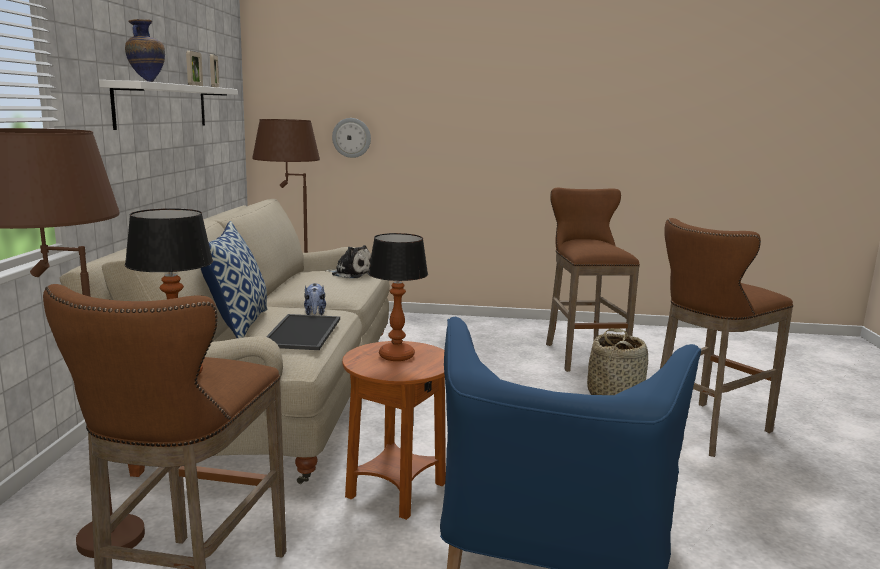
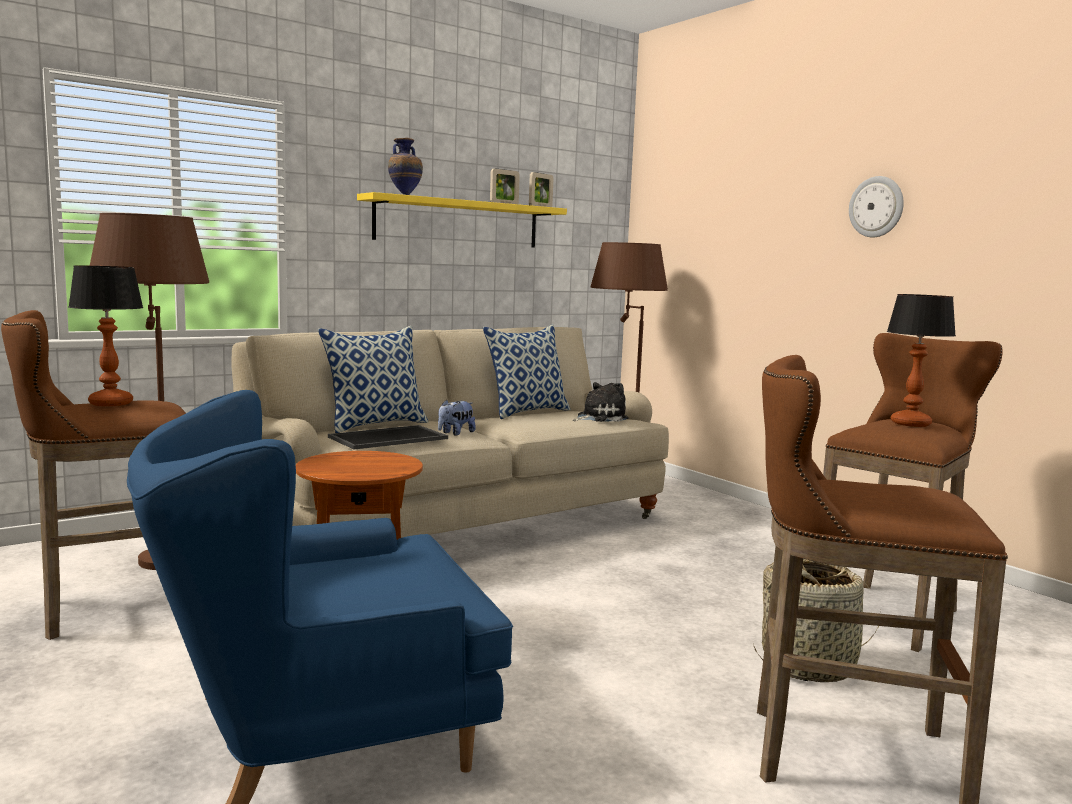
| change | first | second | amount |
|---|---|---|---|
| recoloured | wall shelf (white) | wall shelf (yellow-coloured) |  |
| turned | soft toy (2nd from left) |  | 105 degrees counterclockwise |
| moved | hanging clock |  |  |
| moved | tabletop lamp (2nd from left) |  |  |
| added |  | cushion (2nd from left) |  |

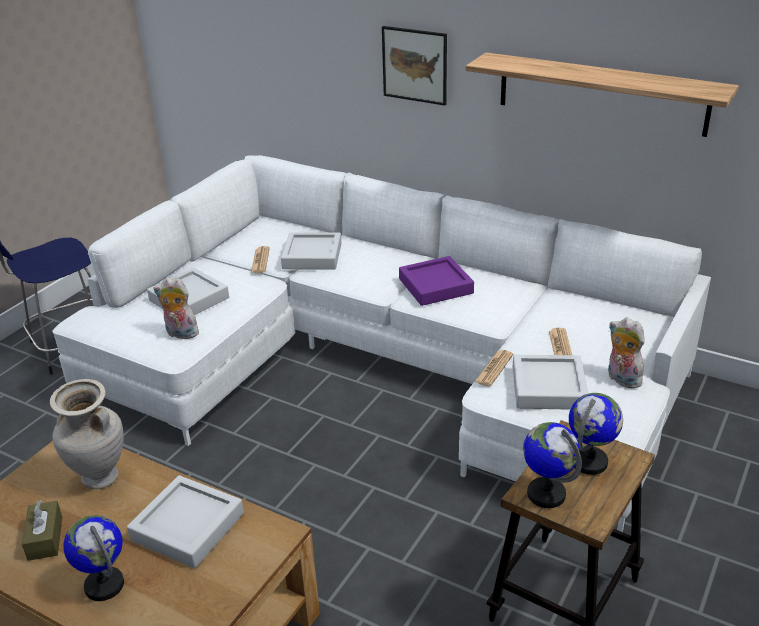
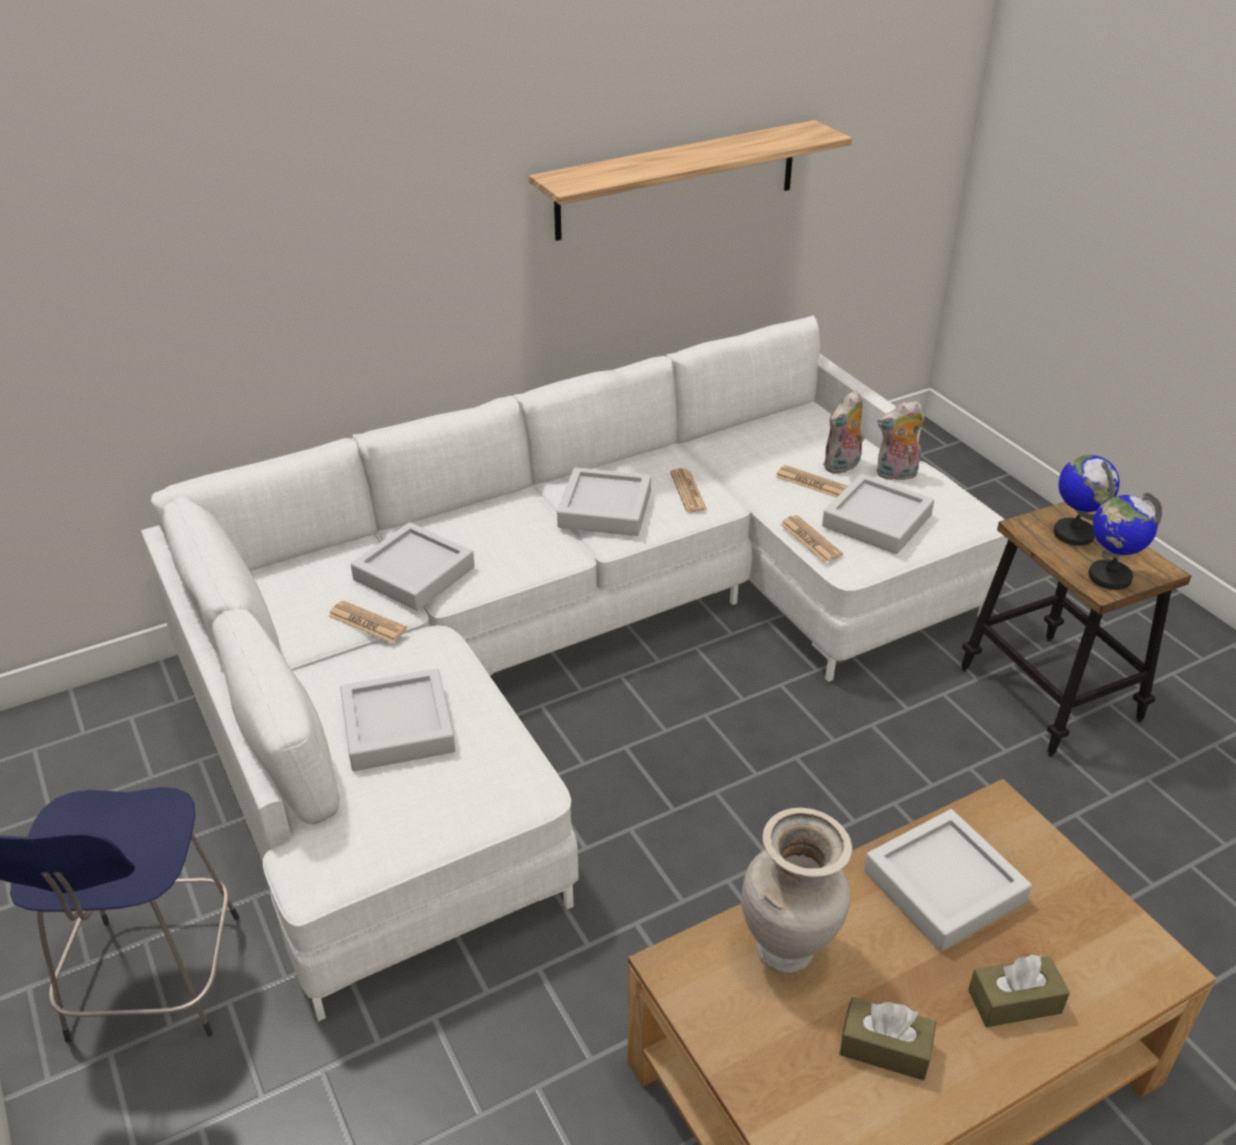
| change | first | second | amount |
|---|---|---|---|
| replaced | world globe (1st from left) | tissue box (brownish) (2nd from left) |  |
| moved | soft toy (1st from left) |  |  |
| removed | picture |  |  |
| recoloured | carrying tray (purple) | carrying tray (greyish) (3rd from left) |  |
| added |  | newspaper (2nd from left) |  |

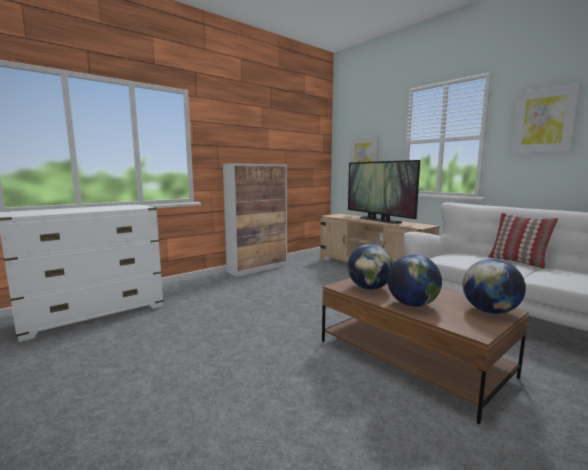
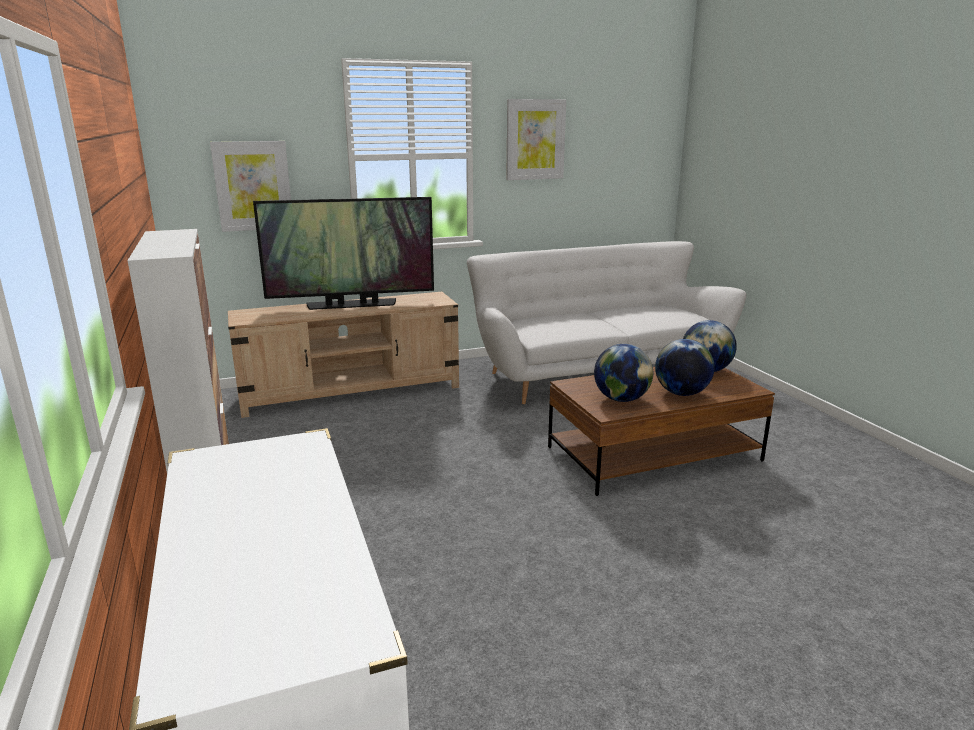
| change | first | second | amount |
|---|---|---|---|
| removed | cushion |  |  |

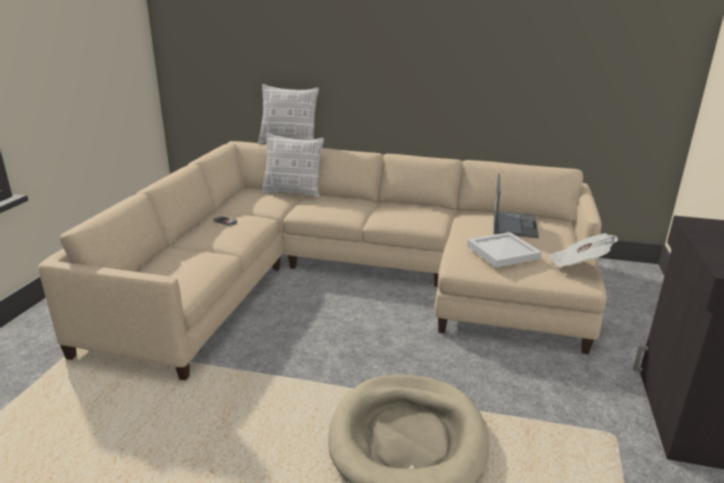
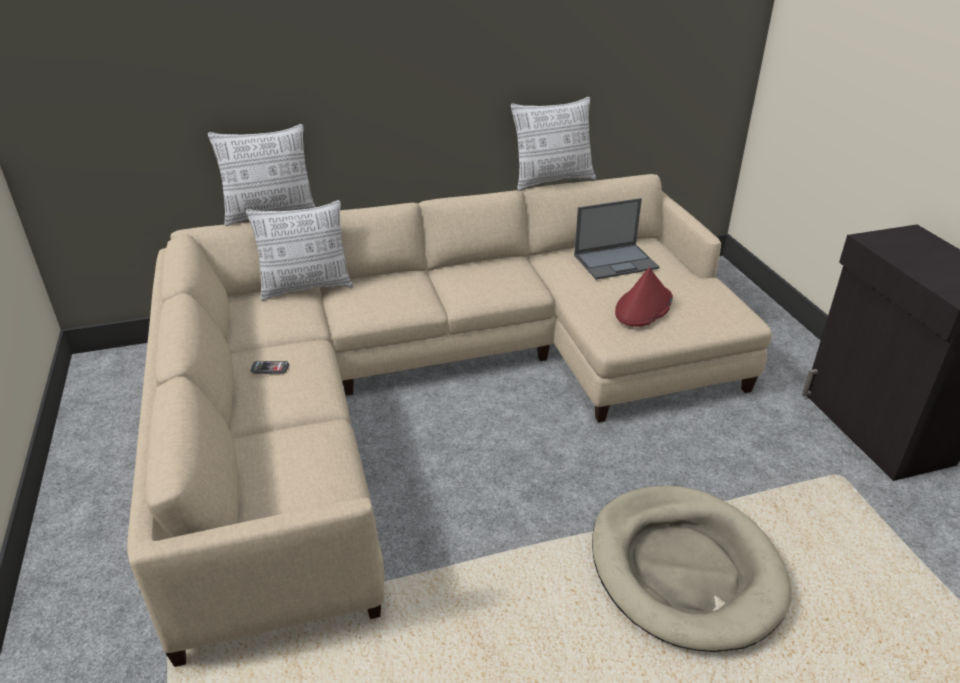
| change | first | second | amount |
|---|---|---|---|
| replaced | carrying tray (white) | wearable hat (reddish) |  |
| turned | portable computer |  | 90 degrees clockwise |
| removed | newspaper |  |  |
| added |  | cushion (3rd from left) |  |

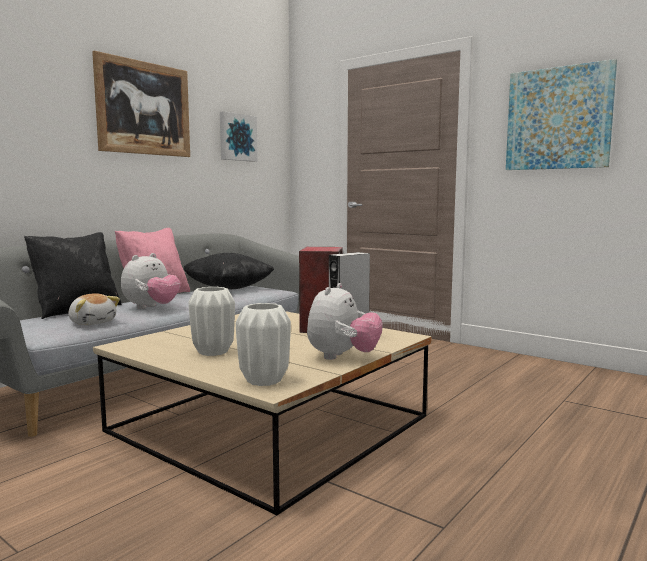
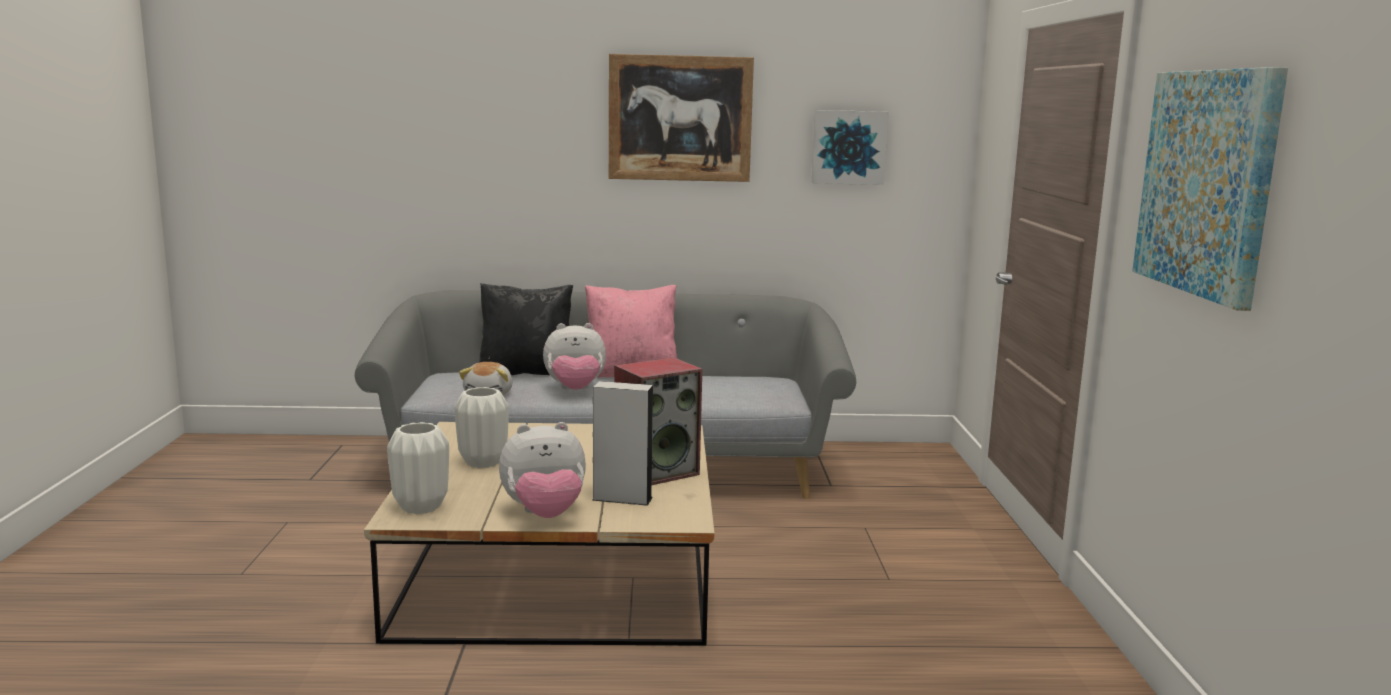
| change | first | second | amount |
|---|---|---|---|
| removed | cushion (blackish) (2nd from left) |  |  |

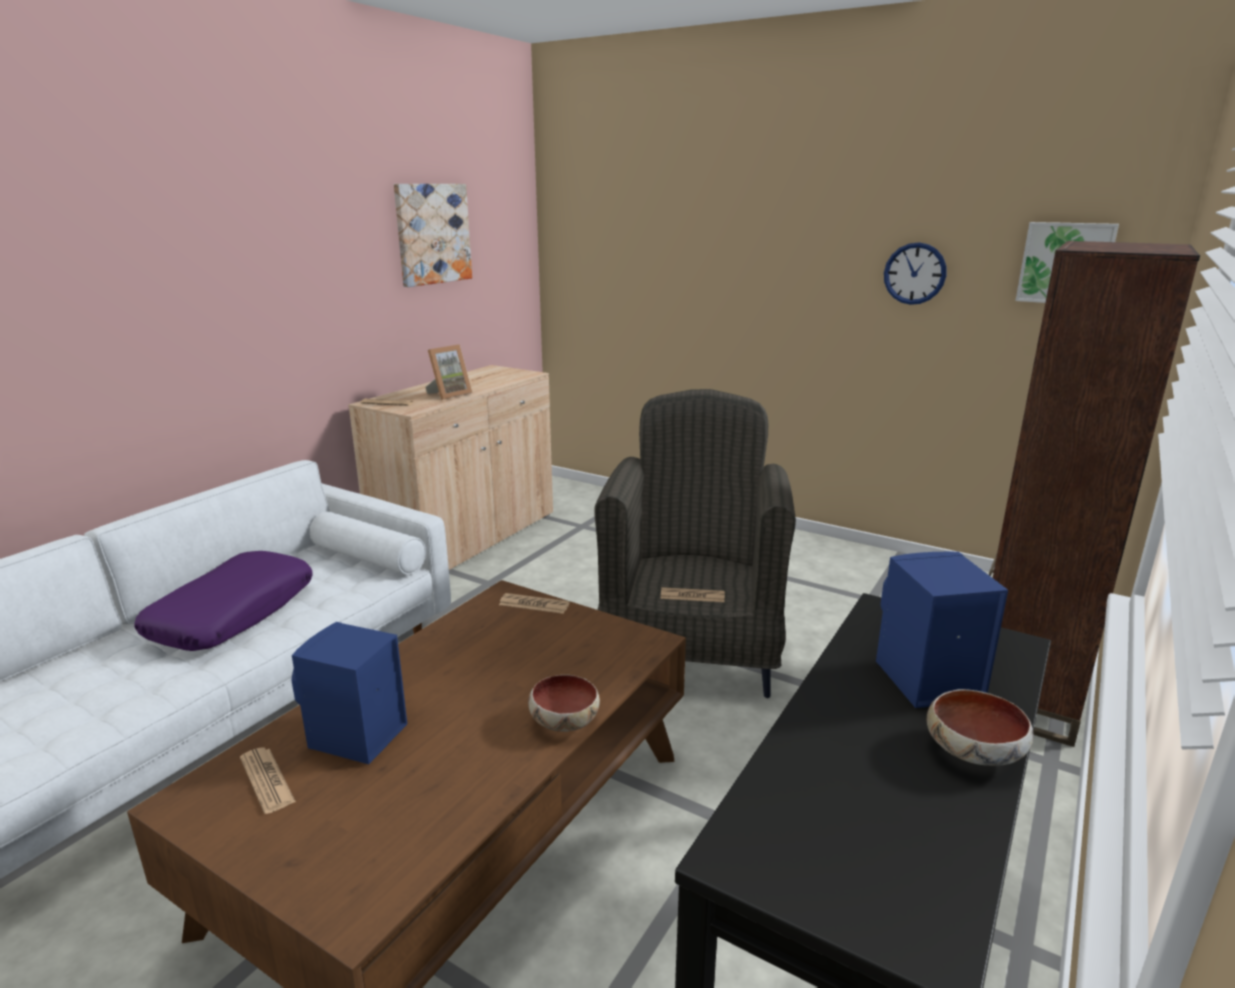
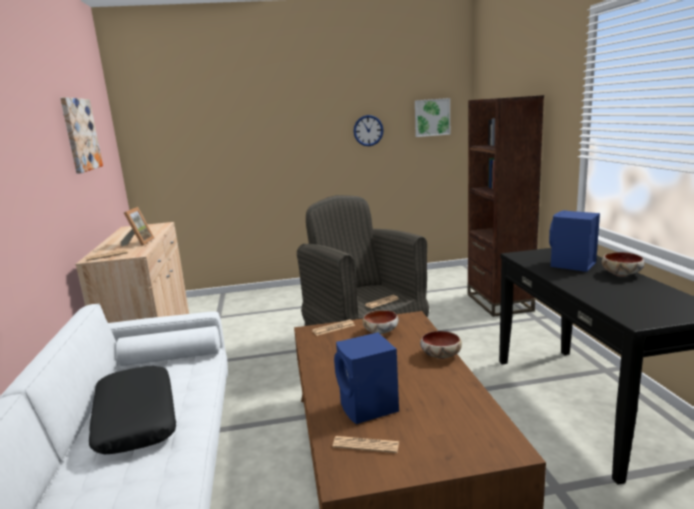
| change | first | second | amount |
|---|---|---|---|
| recoloured | cushion (purple) | cushion (blackish) |  |
| added |  | bowl (1st from left) |  |

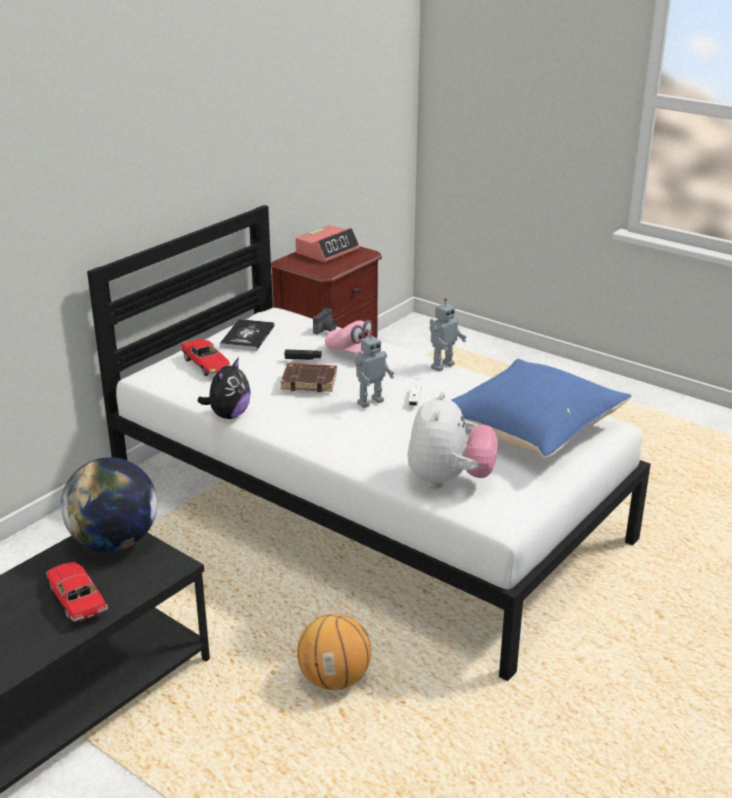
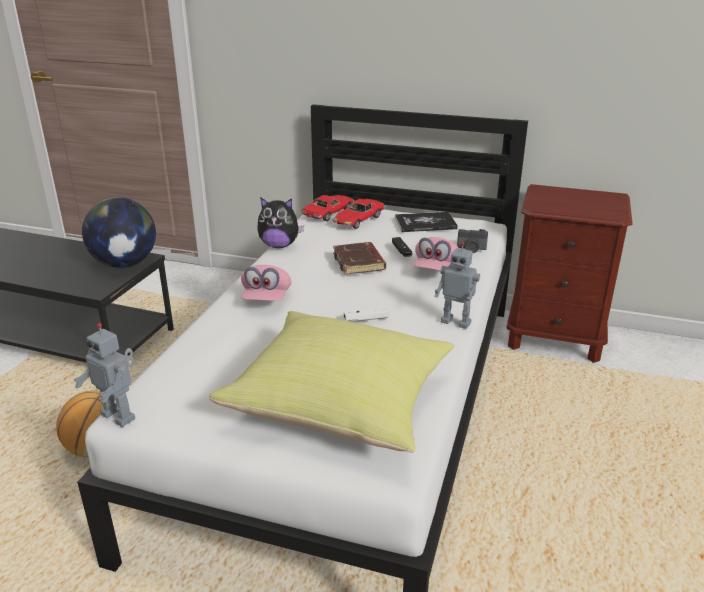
| change | first | second | amount |
|---|---|---|---|
| moved | model car (1st from left) |  |  |
| removed | bedside clock |  |  |
| moved | model robot (1st from left) |  |  |
| removed | soft toy (2nd from left) |  |  |
| recoloured | cushion (bluish) | cushion (yellow-coloured) |  |
| added |  | baseball cap (pinkish) (1st from left) |  |

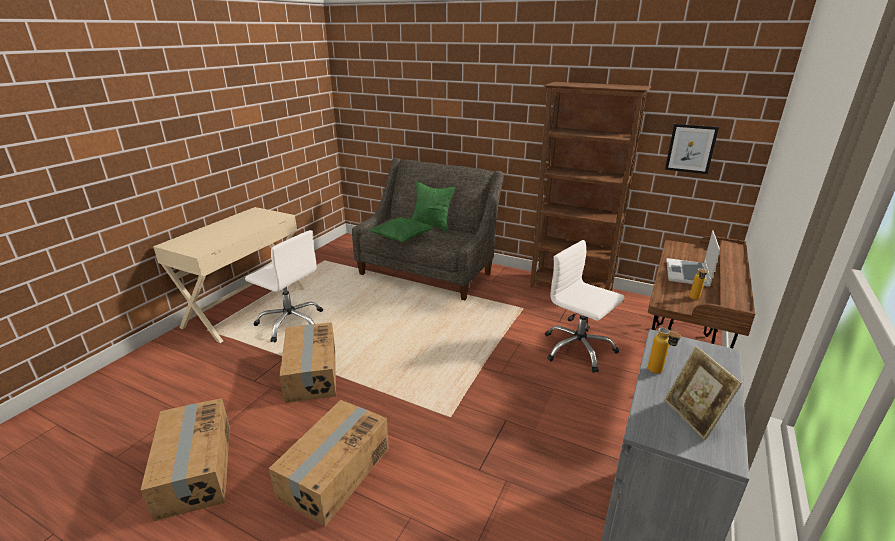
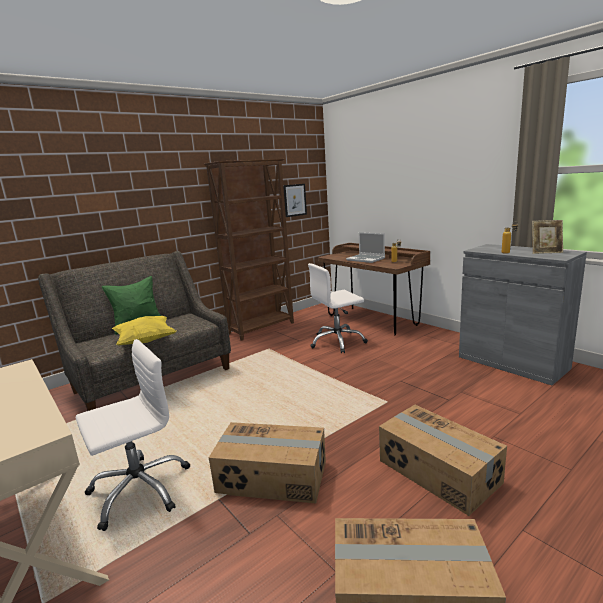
| change | first | second | amount |
|---|---|---|---|
| recoloured | cushion (green-coloured) (1st from left) | cushion (yellow-coloured) |  |

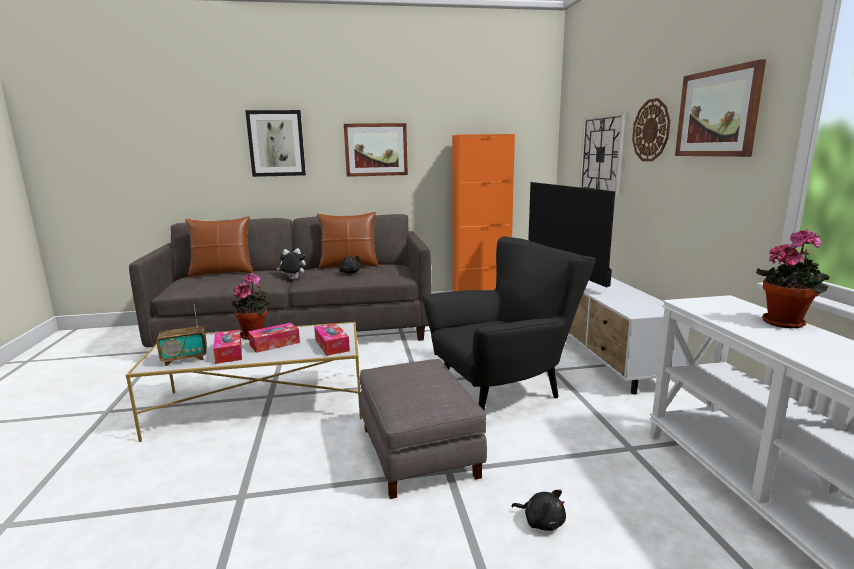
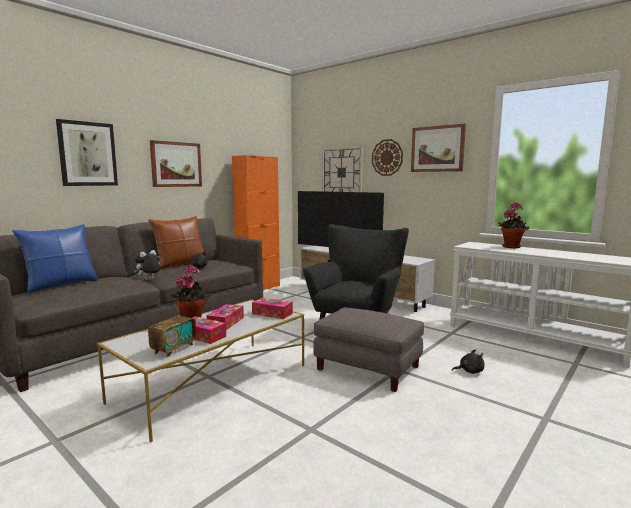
| change | first | second | amount |
|---|---|---|---|
| recoloured | cushion (brownish) (1st from left) | cushion (bluish) |  |

